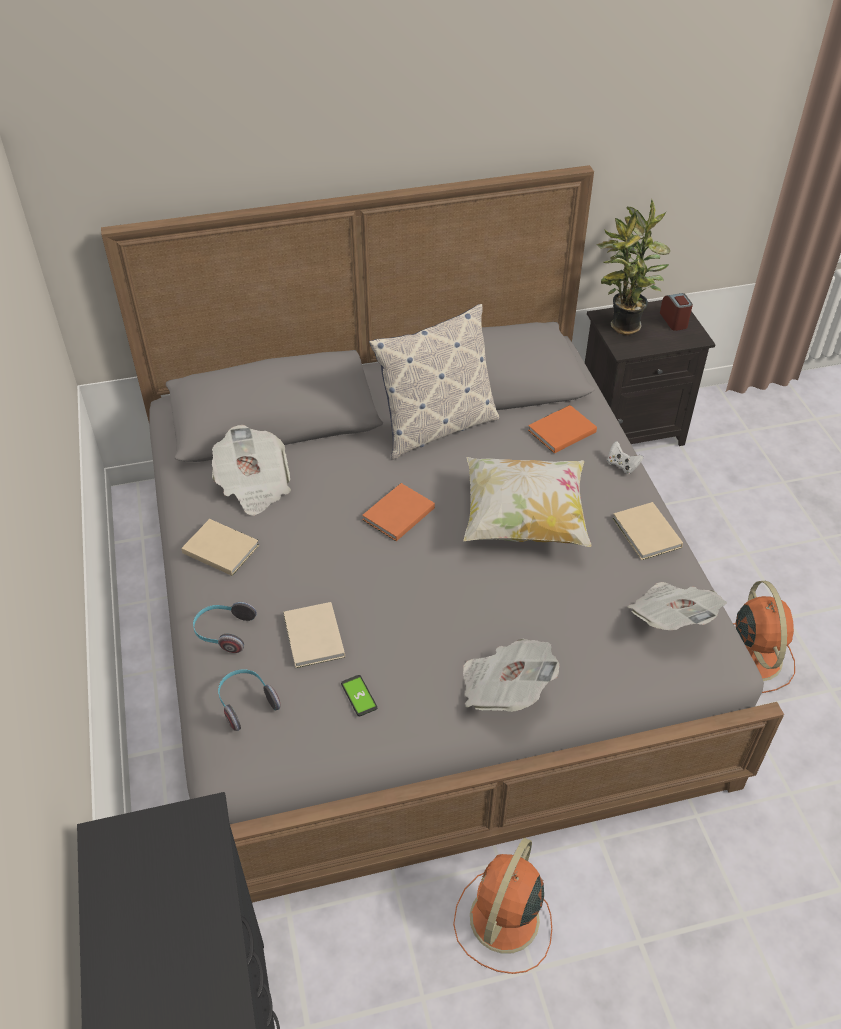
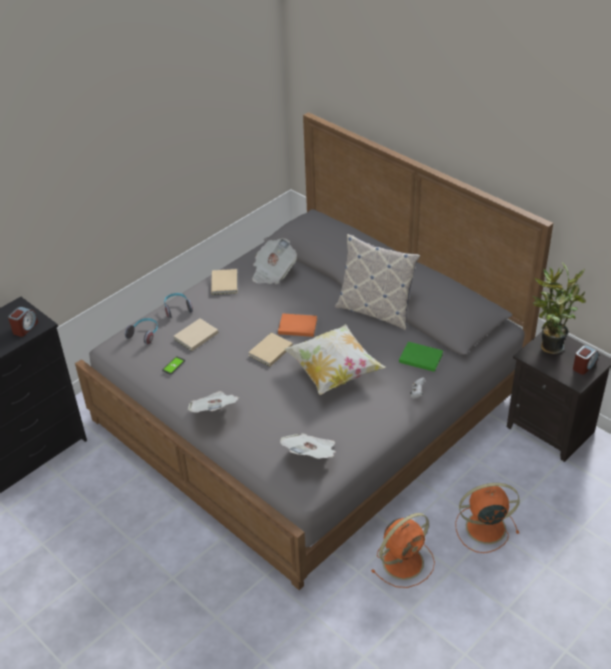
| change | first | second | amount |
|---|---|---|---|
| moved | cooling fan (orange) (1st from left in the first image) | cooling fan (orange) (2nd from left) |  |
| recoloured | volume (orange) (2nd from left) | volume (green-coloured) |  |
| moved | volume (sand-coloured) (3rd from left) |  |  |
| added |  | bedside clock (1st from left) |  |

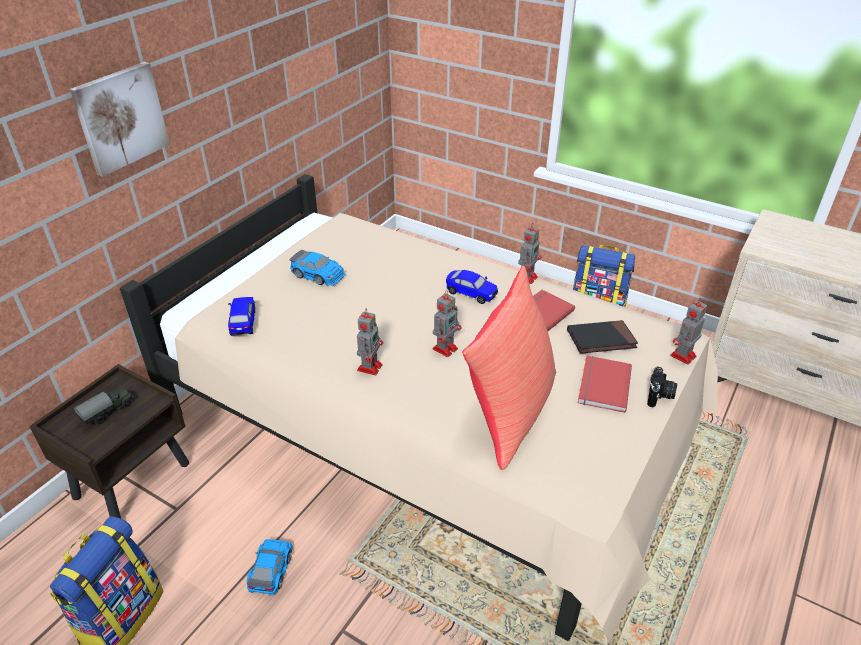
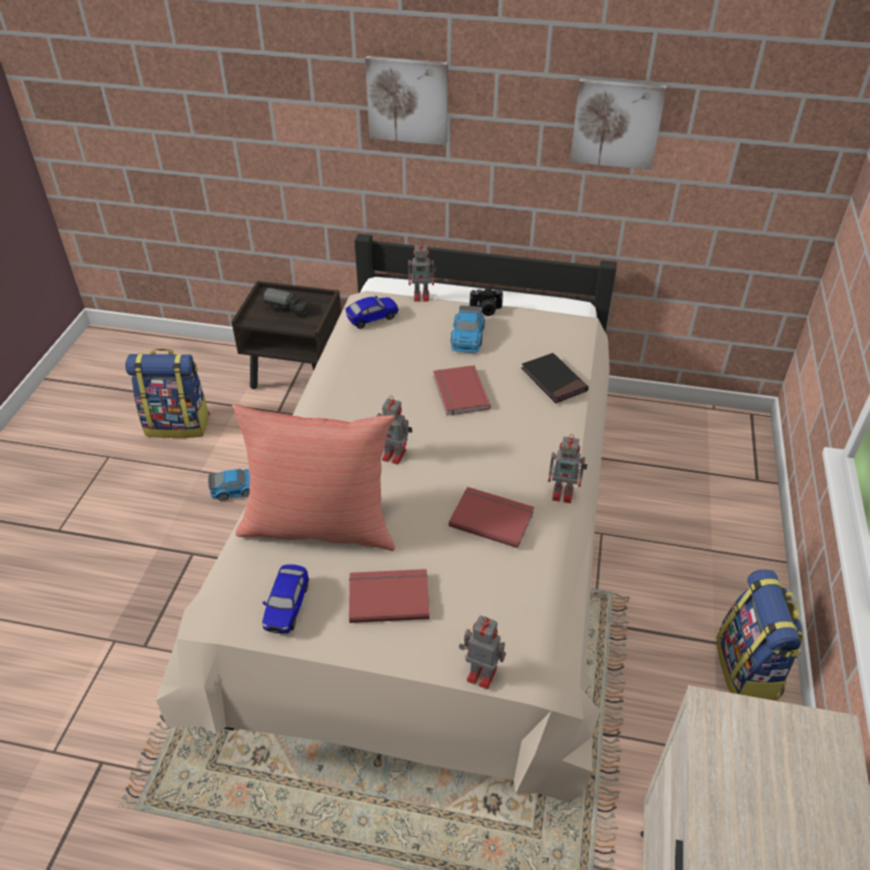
| change | first | second | amount |
|---|---|---|---|
| moved | model robot (1st from left in the first image) | model robot (2nd from left) |  |
| moved | model car (4th from left in the first image) | model car (2nd from left) |  |
| moved | volume (blackish) |  |  |
| moved | still camera |  |  |
| added |  | volume (reddish) (2nd from left) |  |
| added |  | picture (2nd from left) |  |

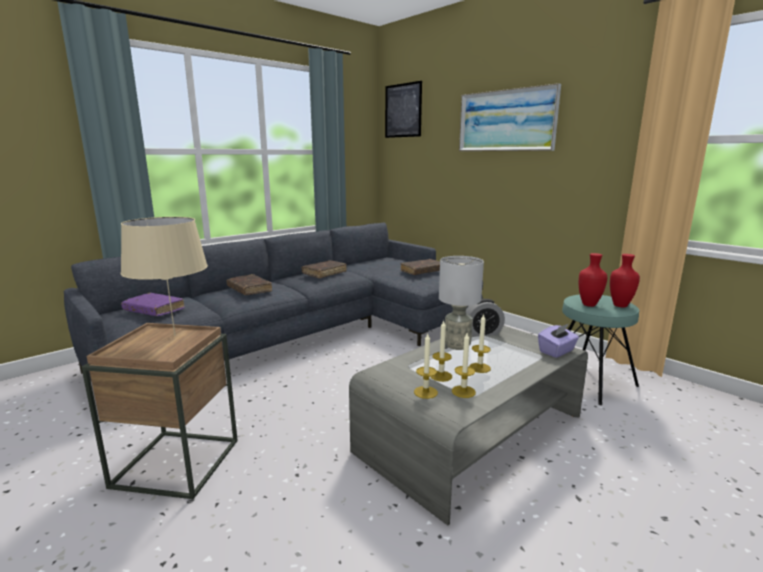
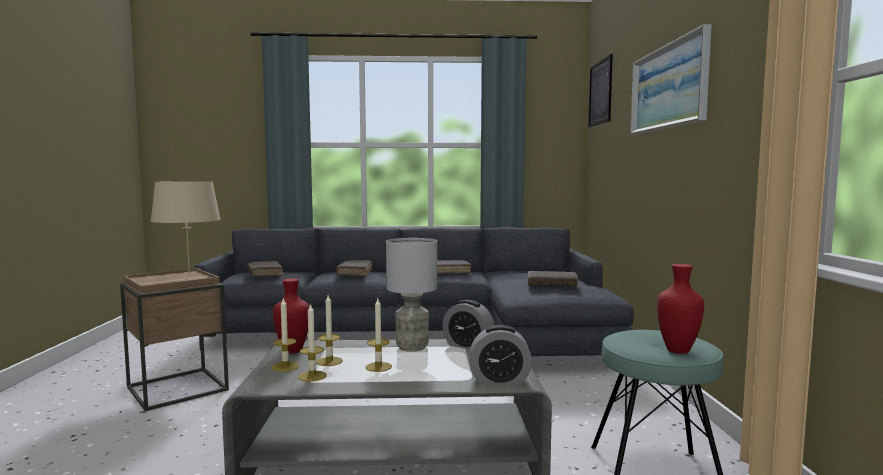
| change | first | second | amount |
|---|---|---|---|
| recoloured | volume (purple) | volume (brownish) (1st from left) |  |
| replaced | tissue box (purple) | bedside clock (2nd from left) |  |
| moved | flower vase (reddish) (1st from left) |  |  |

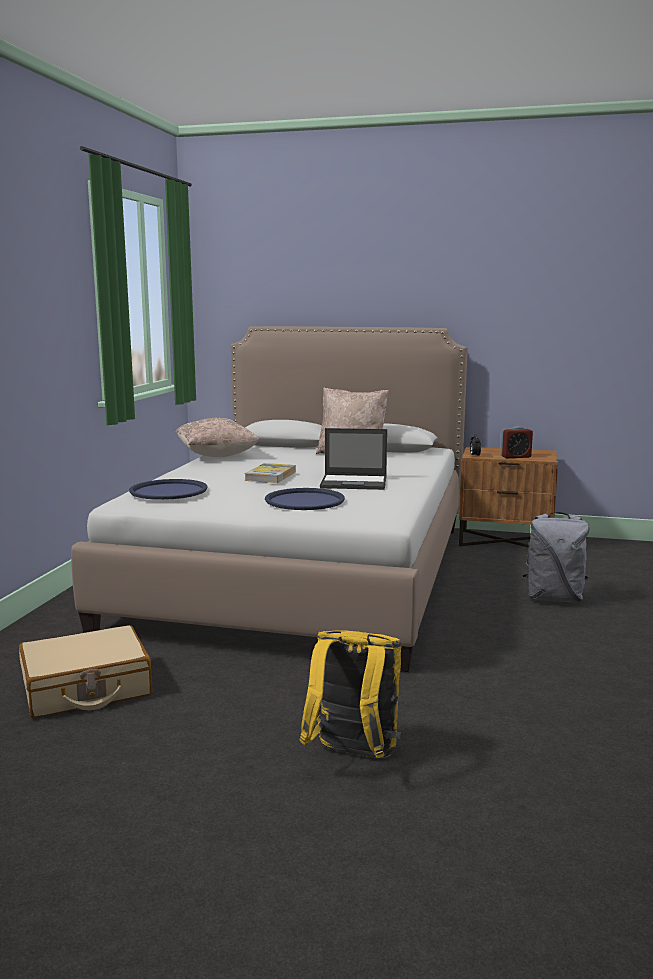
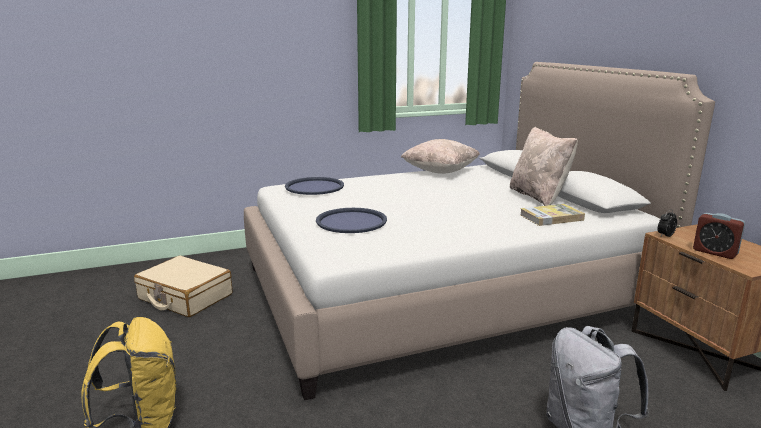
| change | first | second | amount |
|---|---|---|---|
| moved | volume |  |  |
| removed | portable computer |  |  |

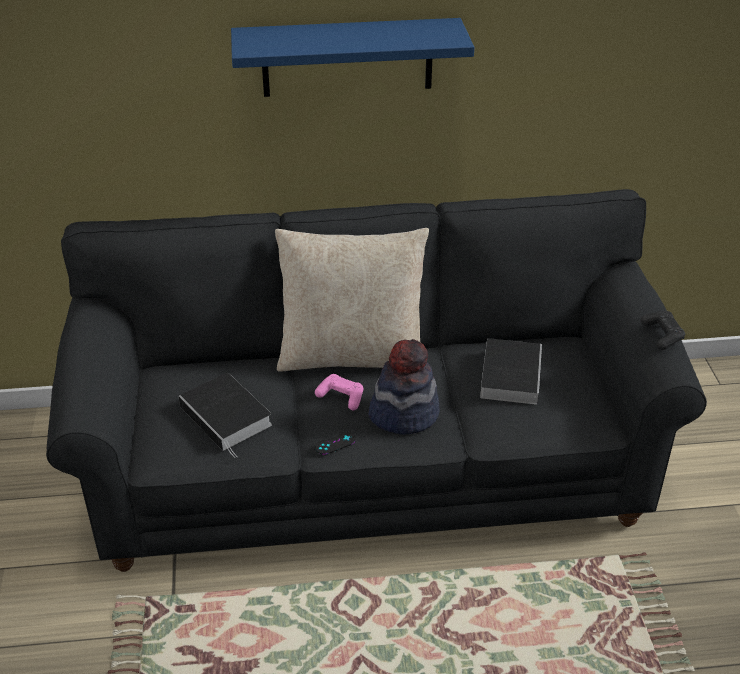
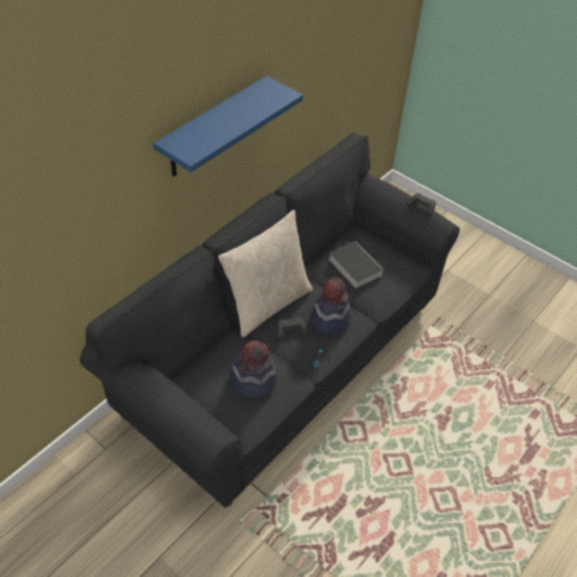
| change | first | second | amount |
|---|---|---|---|
| replaced | volume (1st from left) | wearable hat (1st from left) |  |
| recoloured | game controller (pinkish) | game controller (blackish) (1st from left) |  |

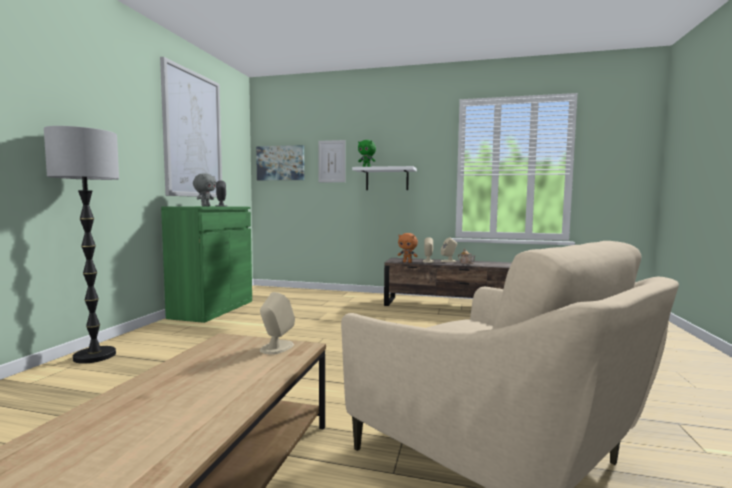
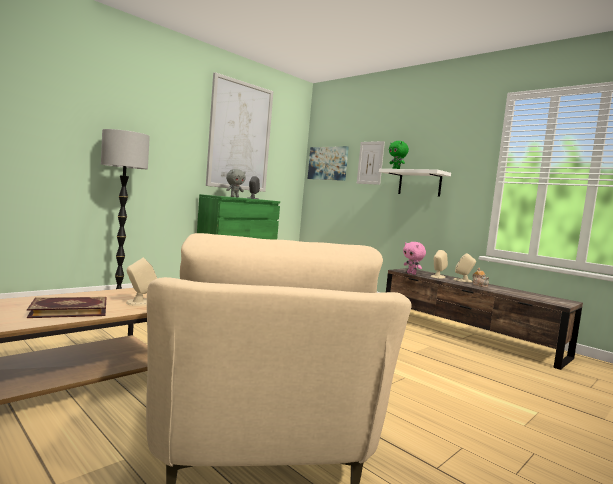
| change | first | second | amount |
|---|---|---|---|
| recoloured | soft toy (orange) | soft toy (pinkish) |  |
| added |  | volume |  |

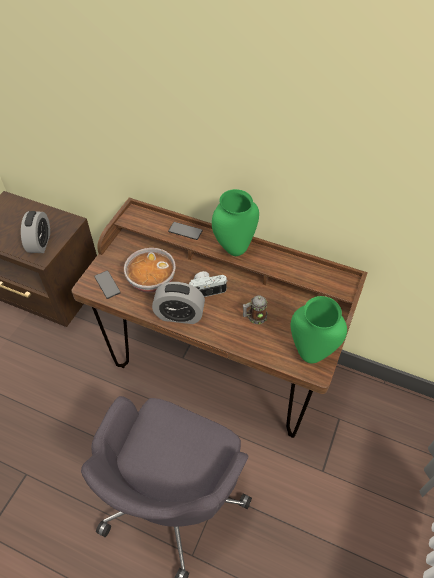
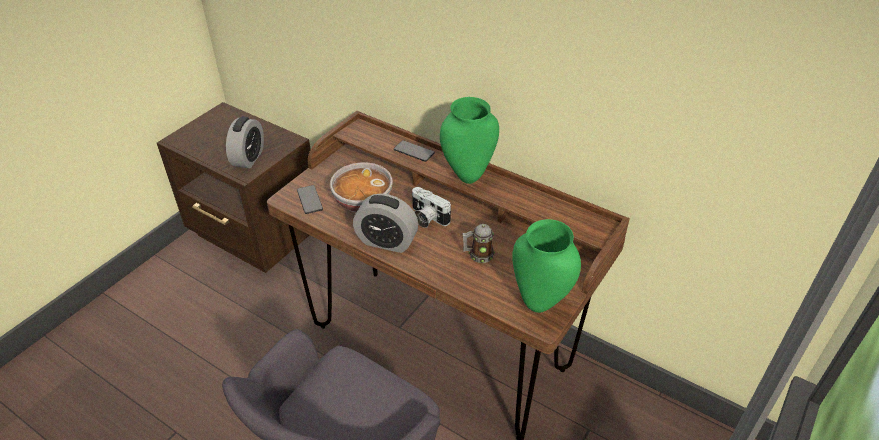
| change | first | second | amount |
|---|---|---|---|
| turned | still camera |  | 135 degrees counterclockwise |

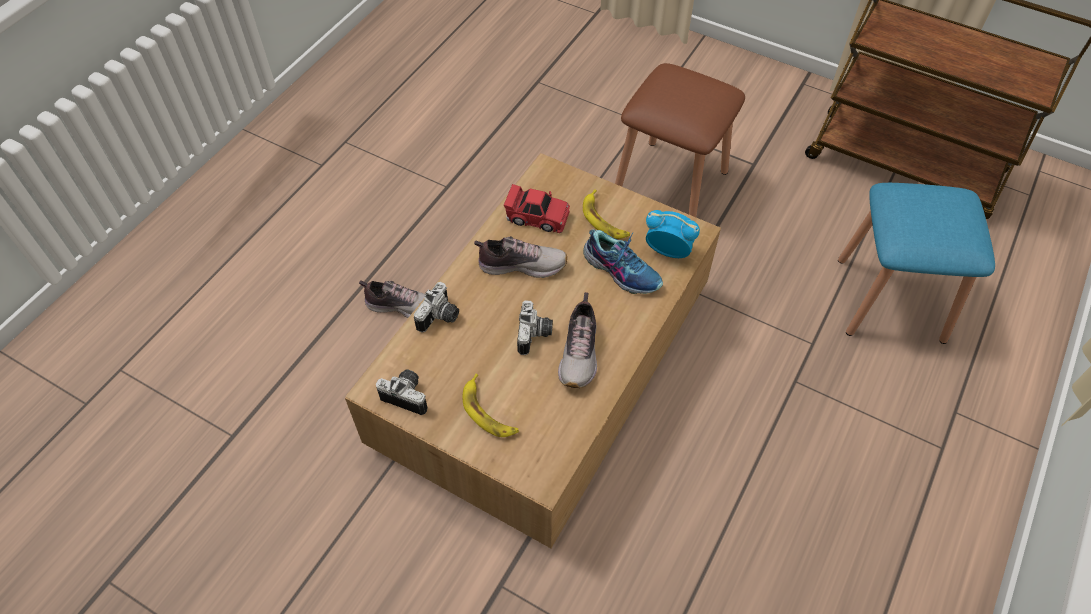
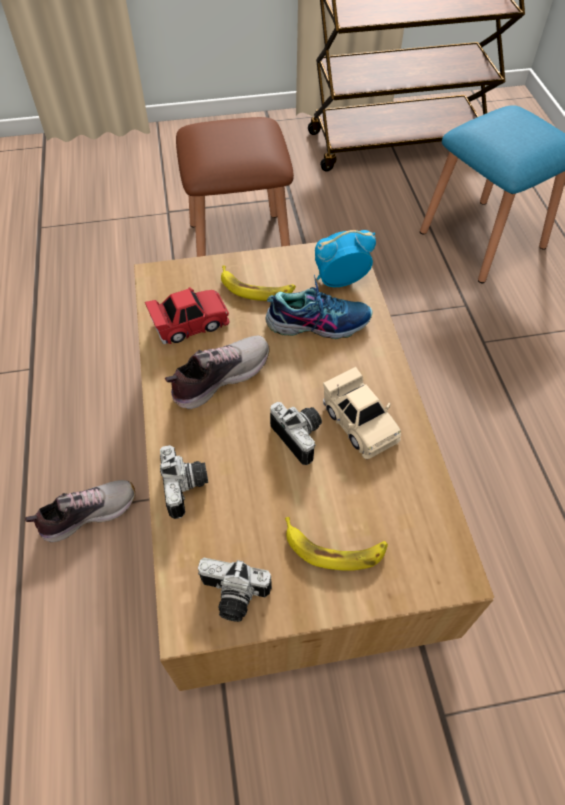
| change | first | second | amount |
|---|---|---|---|
| turned | still camera (1st from left in the first image) | still camera (2nd from left) | 150 degrees counterclockwise |
| replaced | low shoe (3rd from left) | model car (sand-coloured) |  |

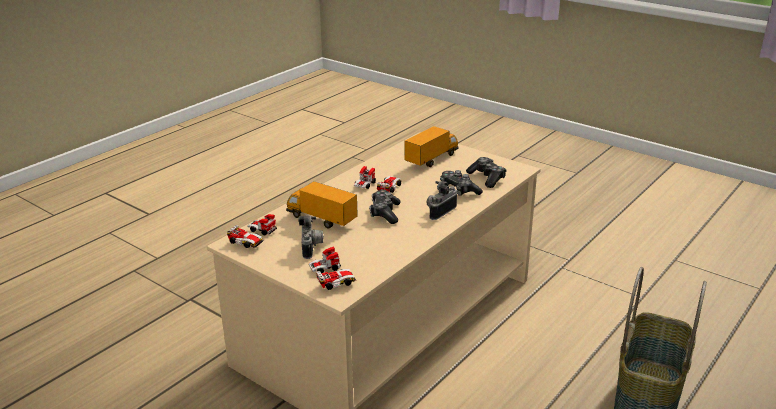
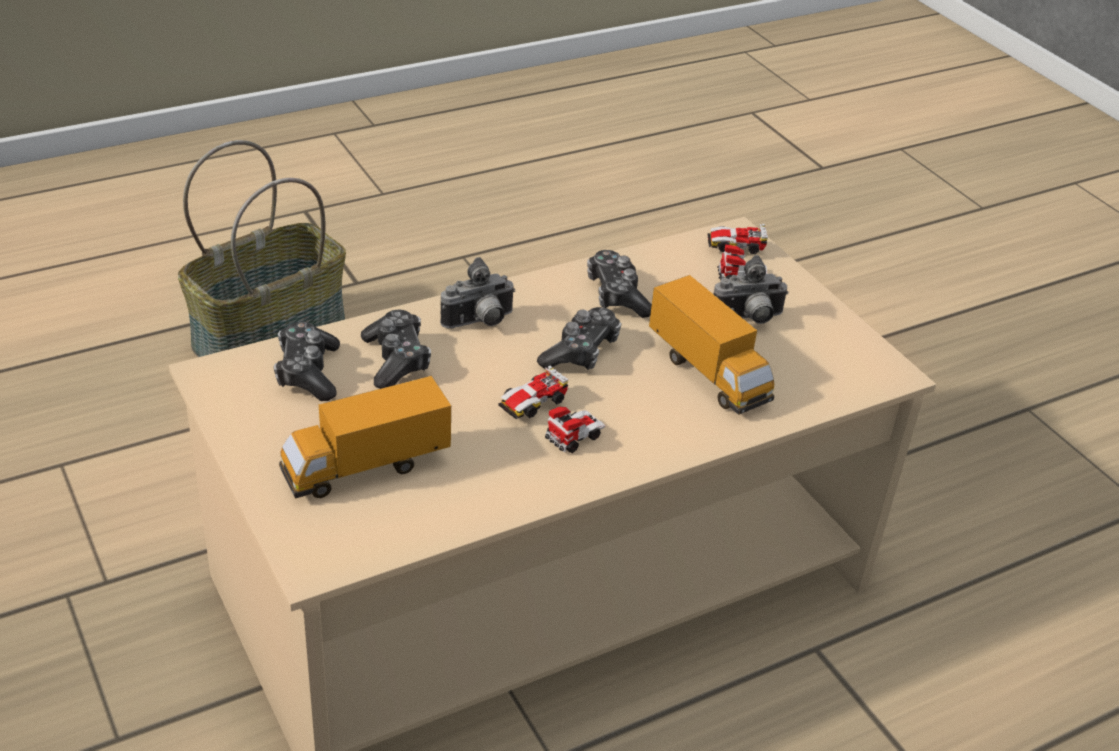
| change | first | second | amount |
|---|---|---|---|
| removed | model car (1st from left) |  |  |
| turned | still camera (1st from left in the first image) | still camera (2nd from left) | 120 degrees counterclockwise |
| added |  | game controller (4th from left) |  |

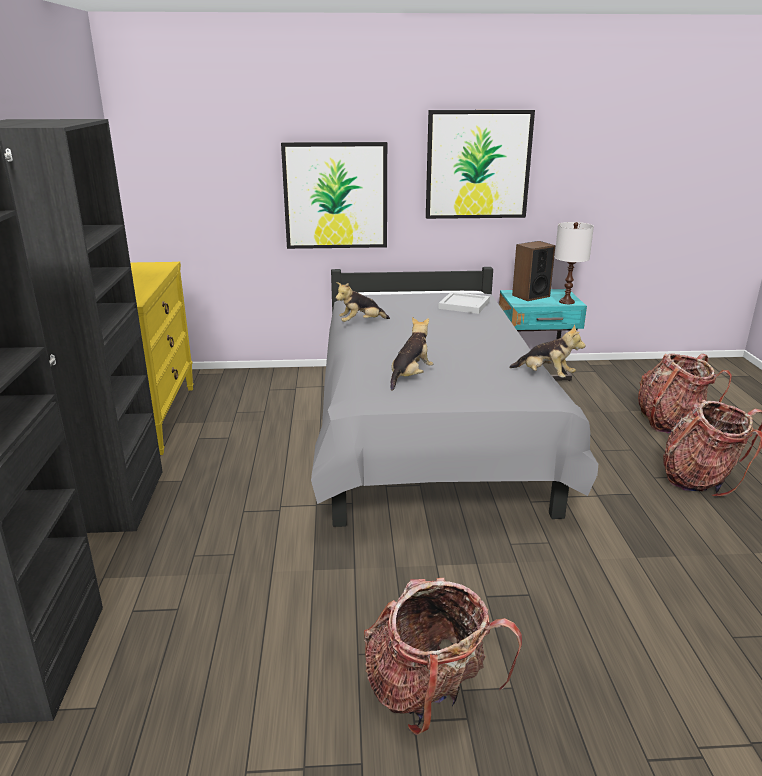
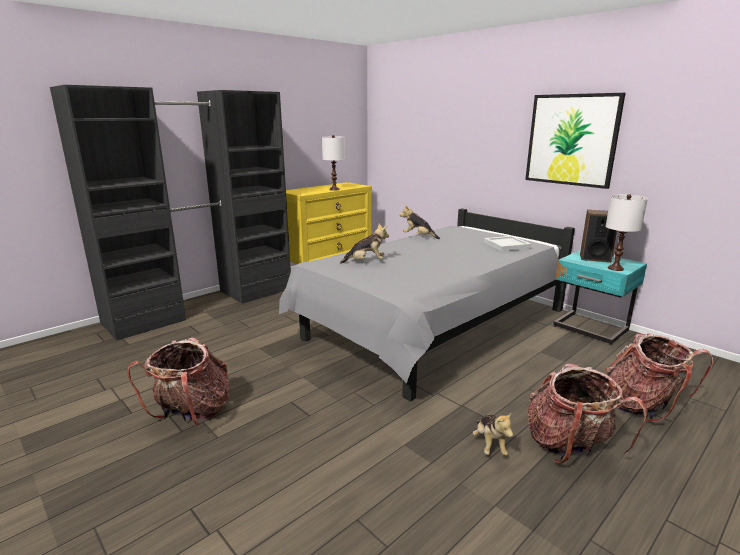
| change | first | second | amount |
|---|---|---|---|
| removed | picture (1st from left) |  |  |
| moved | soft toy (3rd from left) |  |  |
| added |  | tabletop lamp (white) (1st from left) |  |

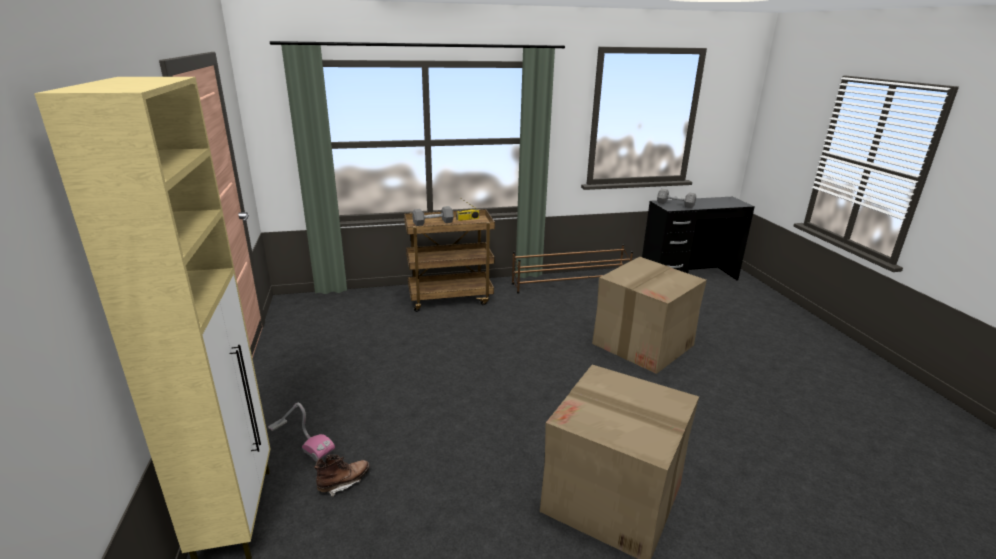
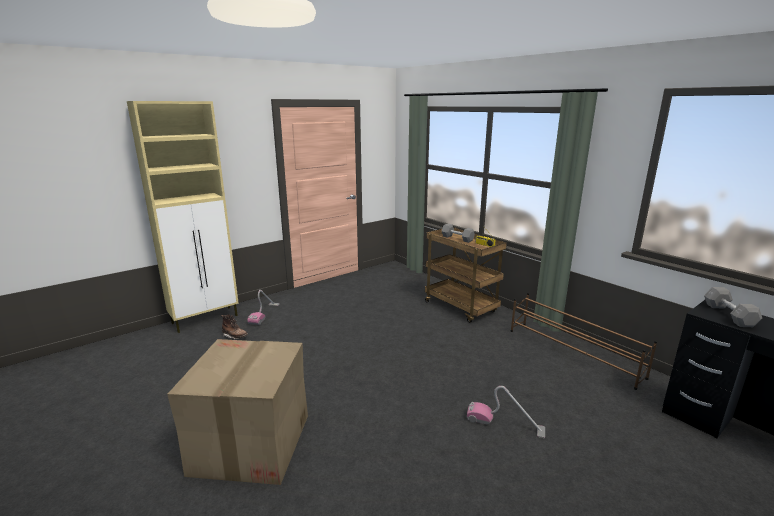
| change | first | second | amount |
|---|---|---|---|
| replaced | carton (2nd from left) | hoover (2nd from left) |  |

